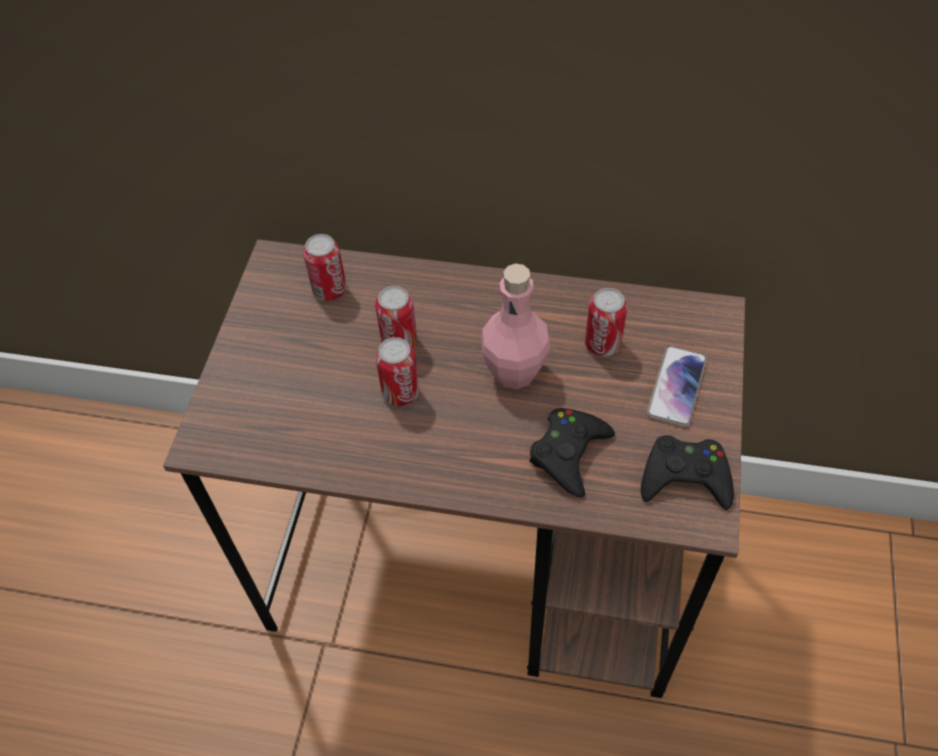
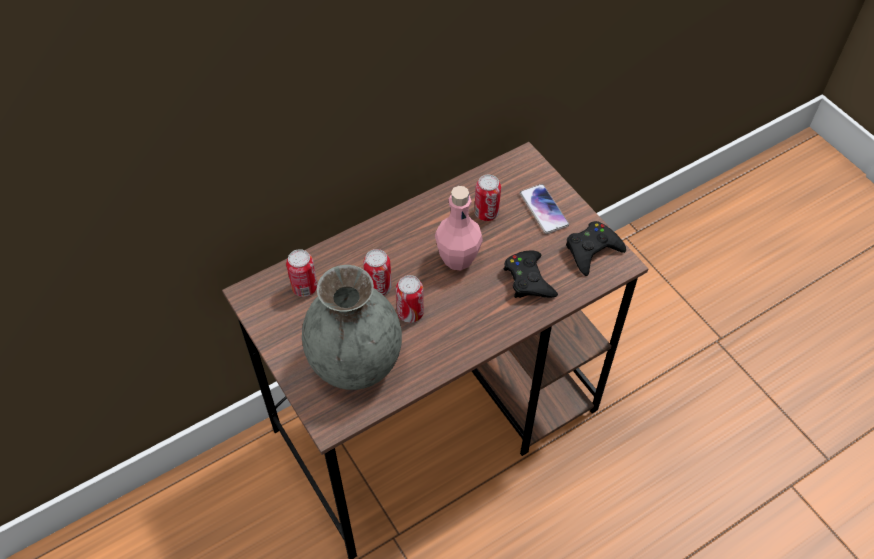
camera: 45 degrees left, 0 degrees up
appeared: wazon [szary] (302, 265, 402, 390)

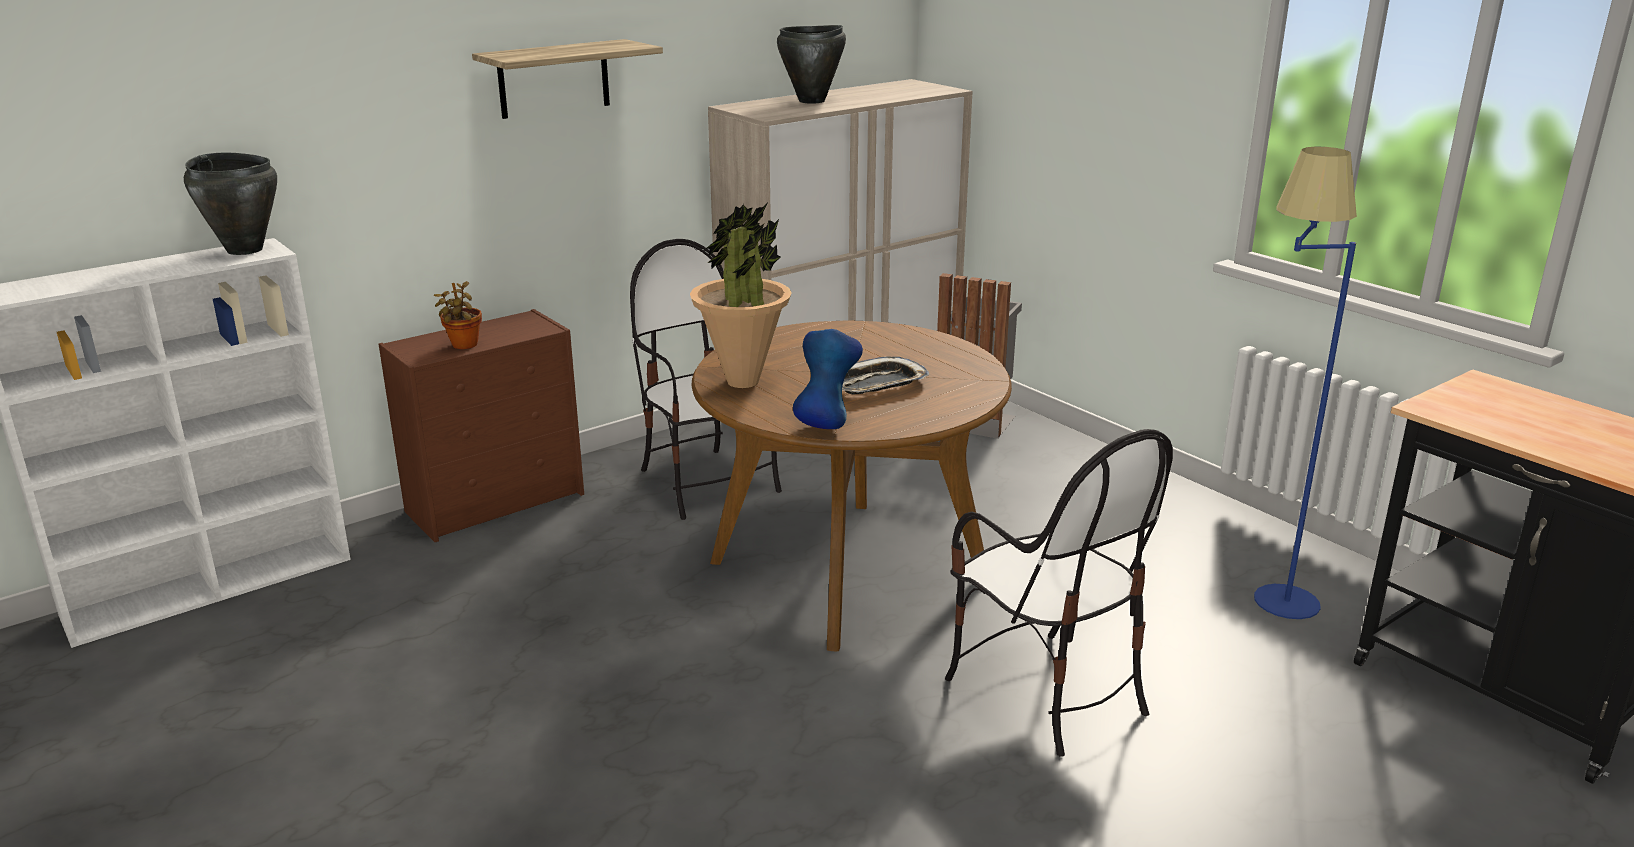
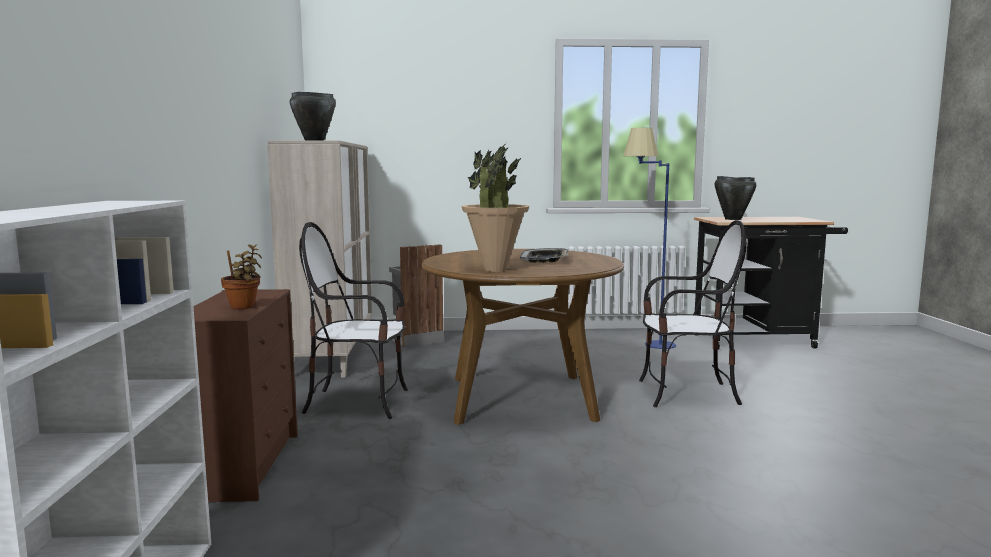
camera: 55 degrees left, 15 degrees down
missing: półka (472, 39, 663, 119); wazon [niebieski] (793, 329, 863, 429)
relocated: garnek [czarny] (184, 153, 277, 255) to (715, 176, 756, 220)

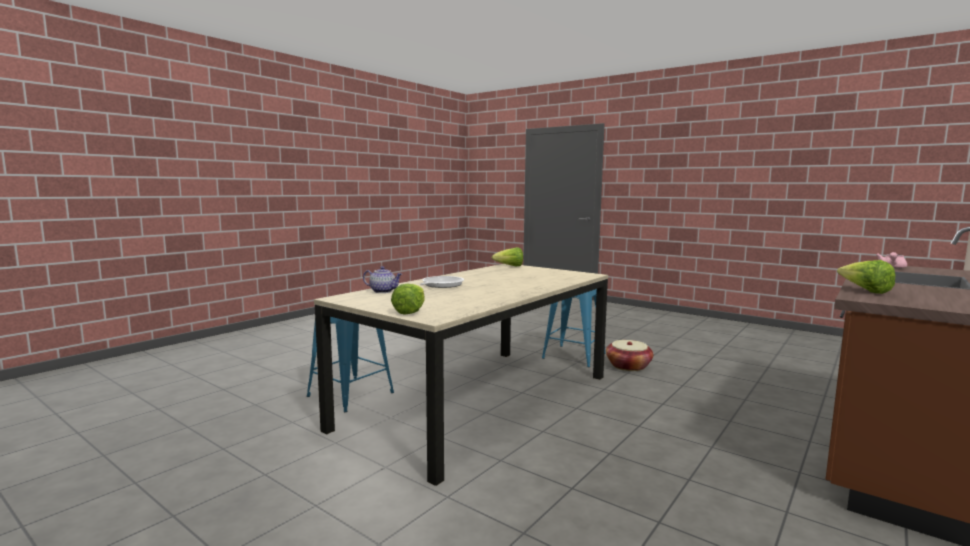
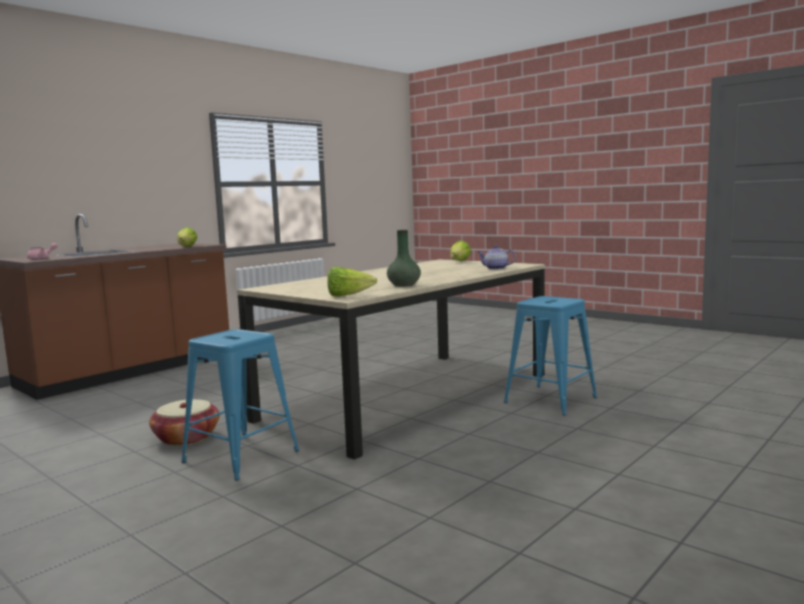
camera: 175 degrees left, 0 degrees up
missing: patelnia (420, 276, 464, 288)
appeared: wazon [zielony] (387, 230, 421, 287)

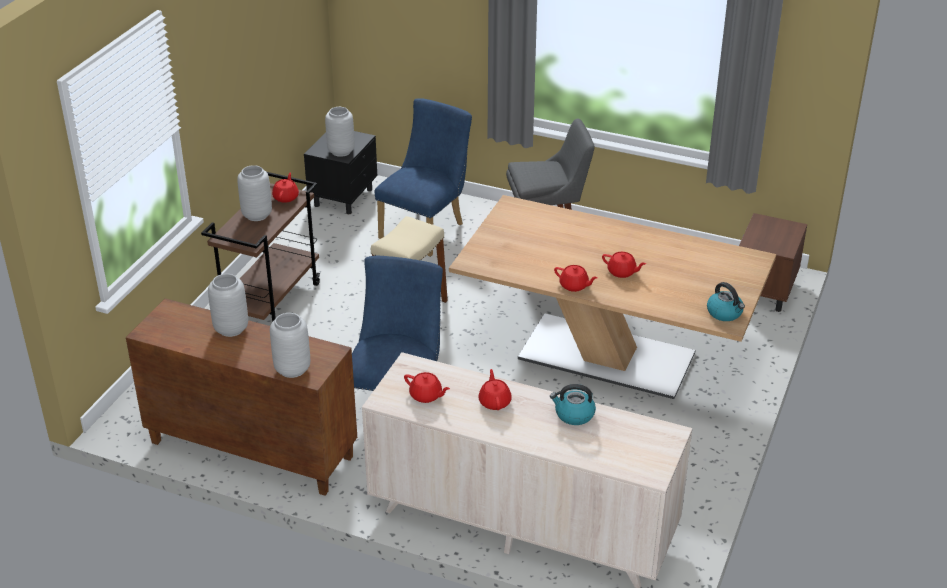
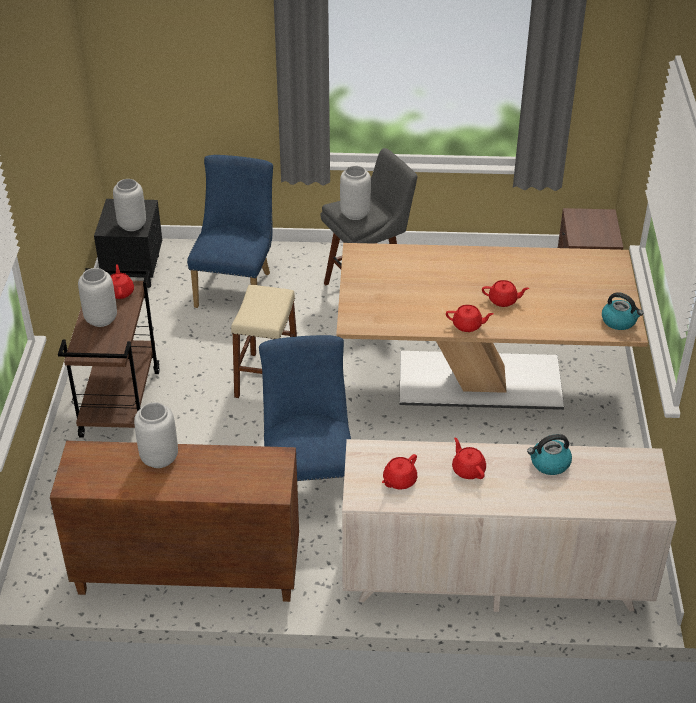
camera: 20 degrees left, 5 degrees up
relocated: wazon [szary] (270, 313, 310, 378) to (340, 166, 371, 220)
spun: imbryk [czerwony] (404, 372, 450, 403) = (382, 454, 417, 489) 120 degrees clockwise

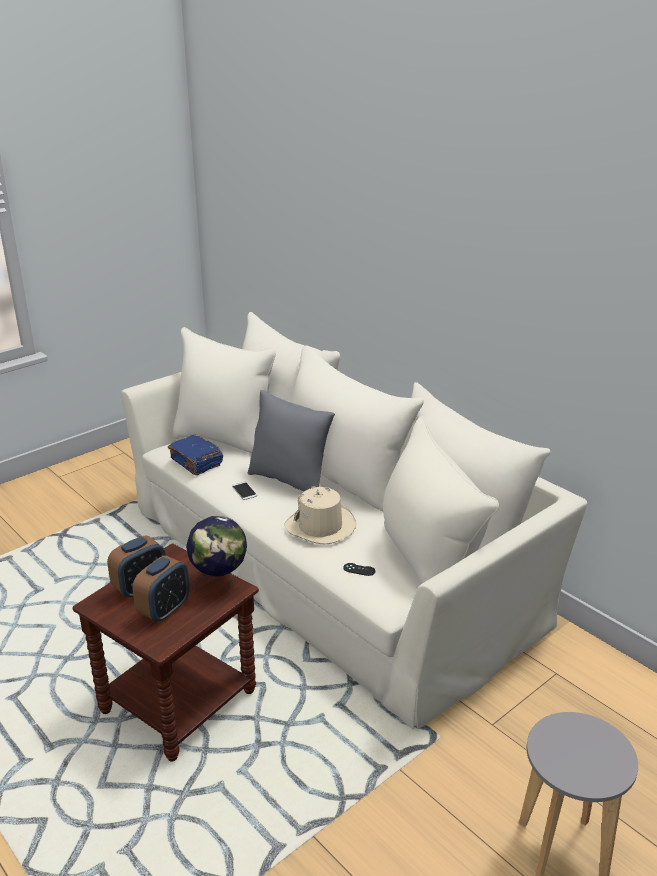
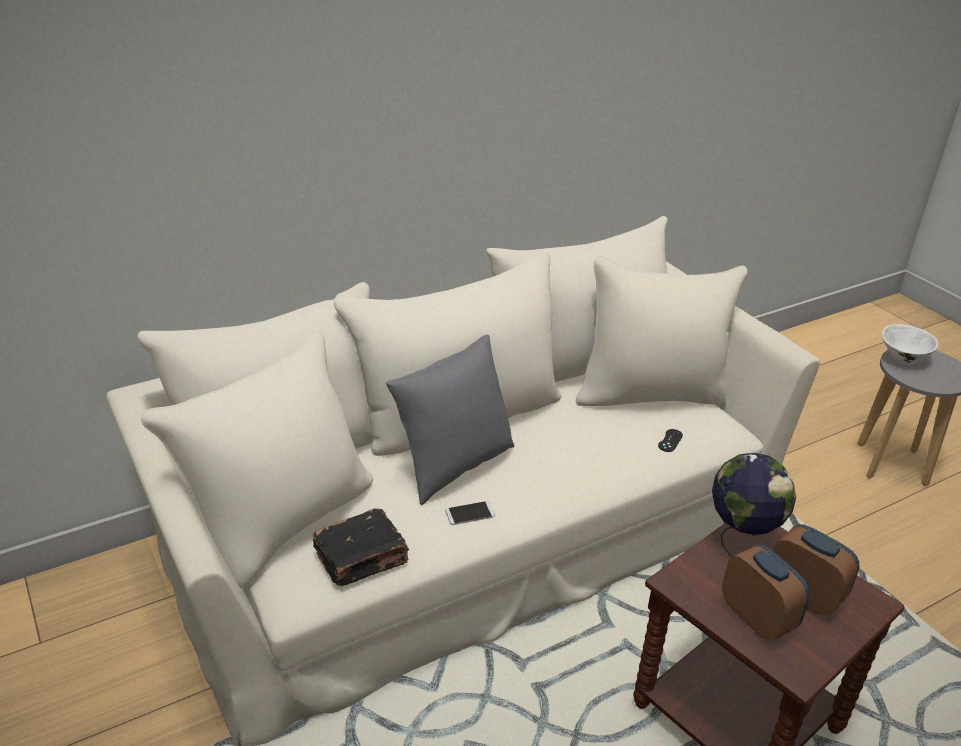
camera: 80 degrees left, 5 degrees up
missing: kapelusz [beżowy] (285, 486, 357, 544)
appeared: miska [biały] (882, 324, 938, 365)
colour: książka [niebieski] (168, 434, 223, 475) to książka [czarny] (312, 509, 410, 586)

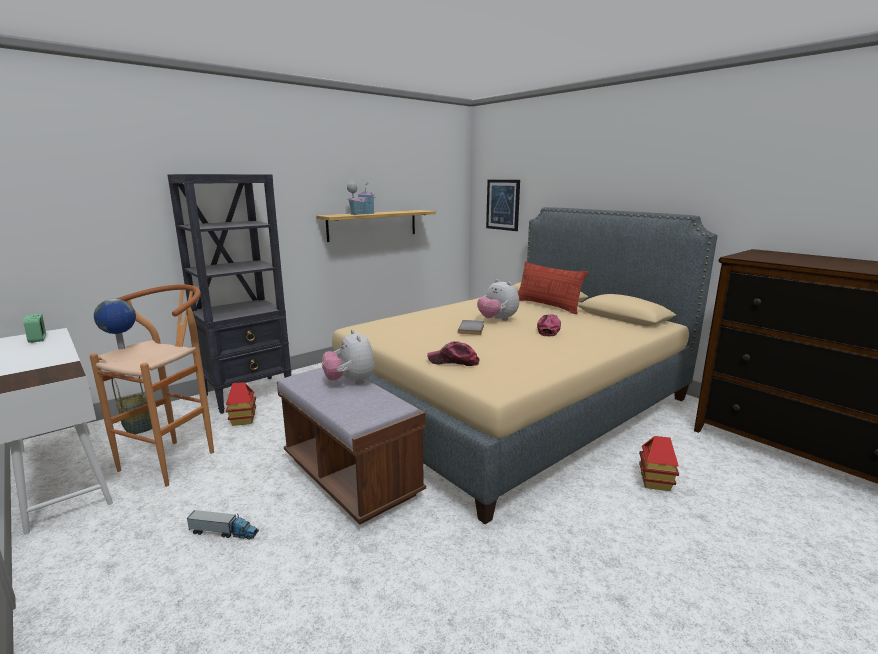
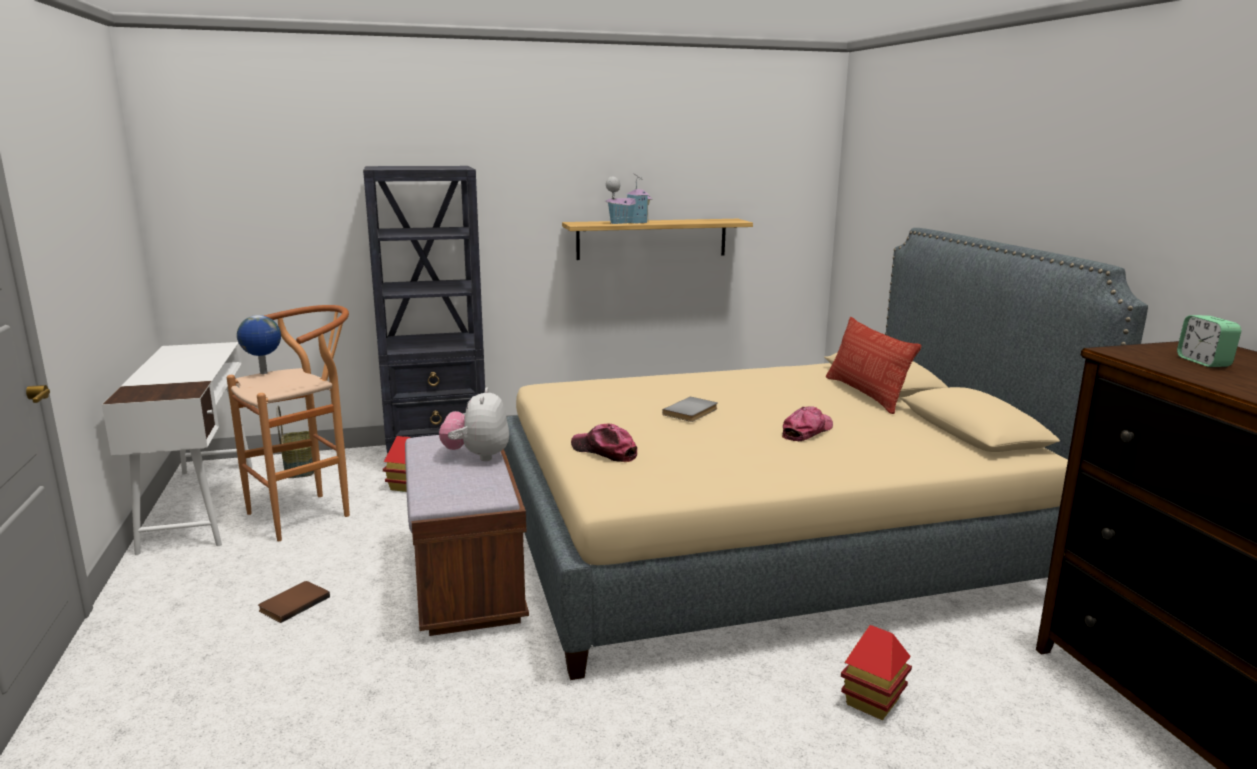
camera: 25 degrees right, 0 degrees up
missing: pluszak (477, 279, 519, 321); obraz (486, 180, 520, 231)
relocated: budzik (23, 314, 46, 343) to (1177, 315, 1241, 367)
exchanged: ciężarówka zabawkowa (186, 510, 259, 540) to książka [brązowy] (258, 581, 330, 623)

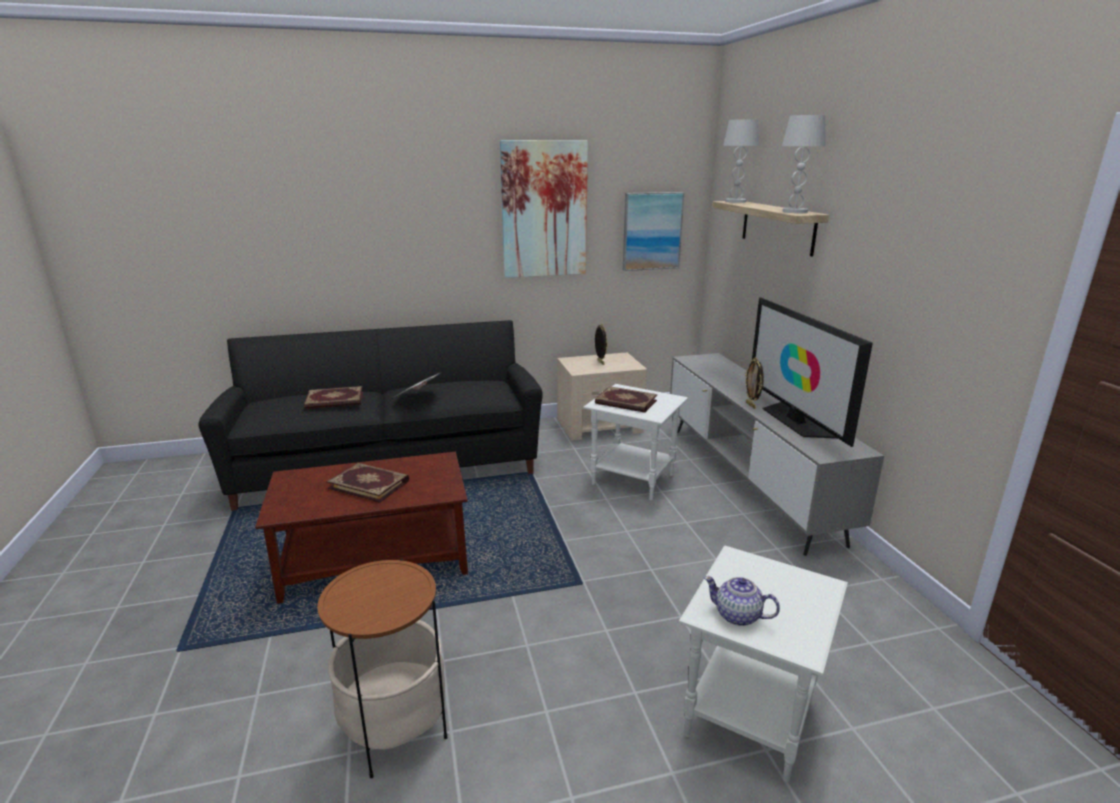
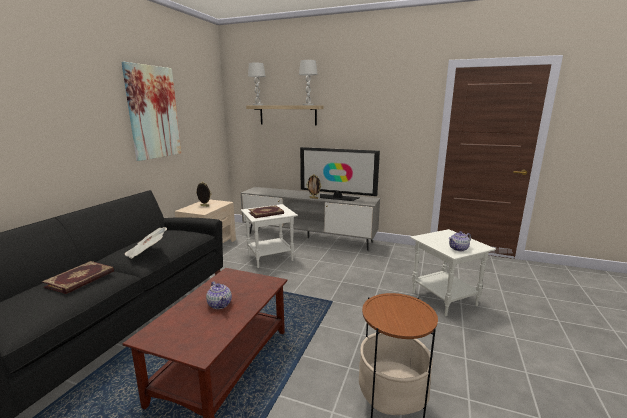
camera: 55 degrees left, 5 degrees down
missing: obraz (623, 192, 684, 271)
exchanged: książka (327, 463, 409, 503) to imbryk (206, 282, 232, 309)

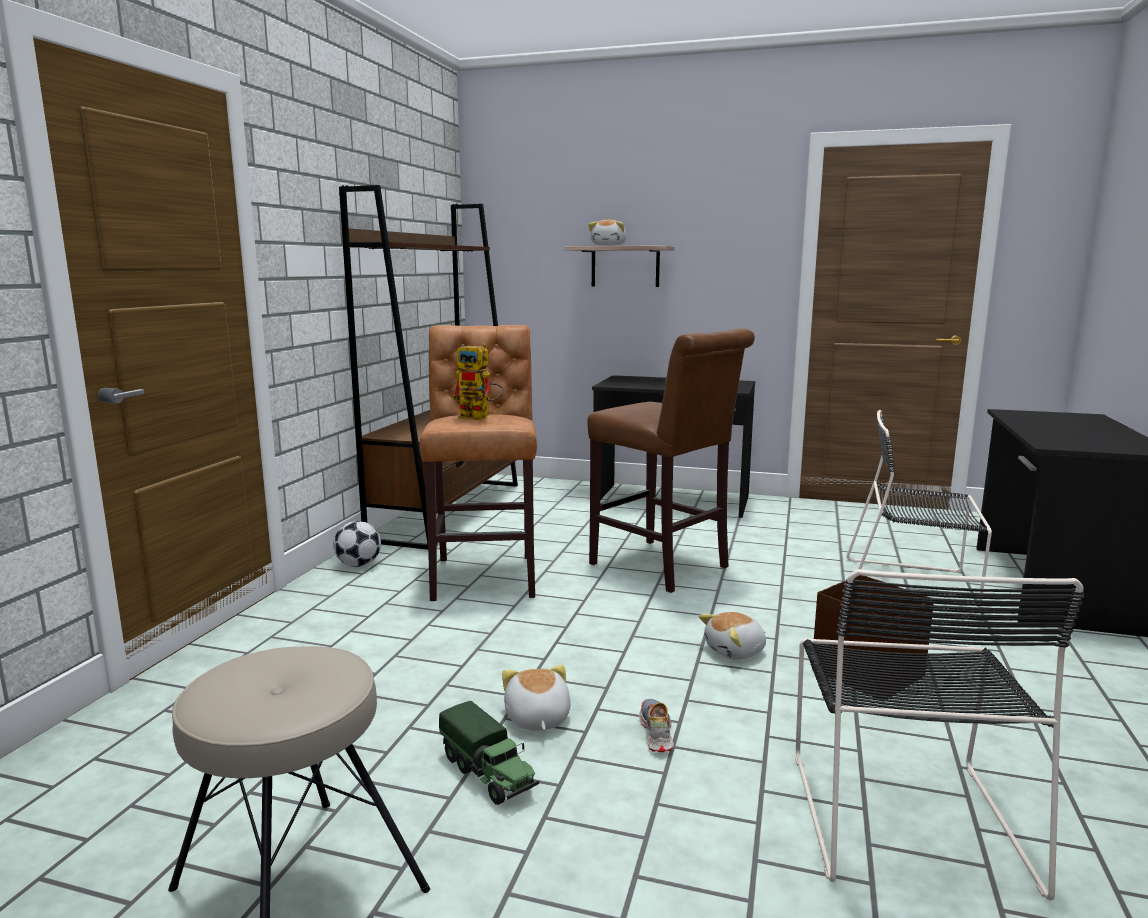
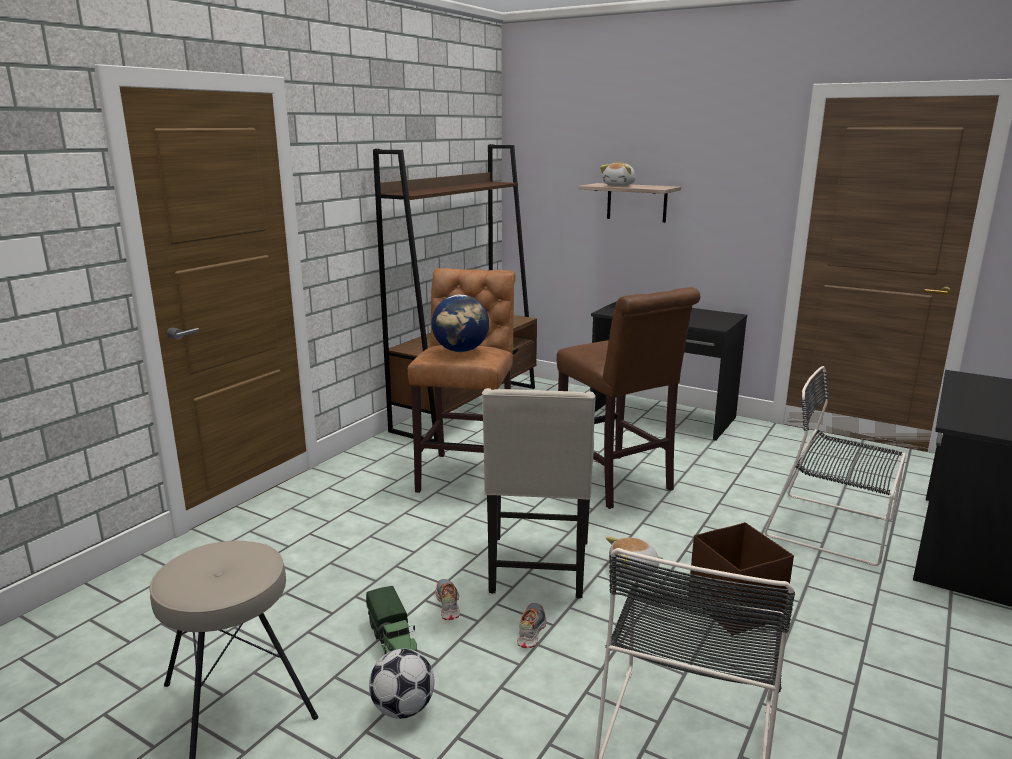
camera: 15 degrees right, 5 degrees up
appeared: krzesło [beżowy] (482, 388, 596, 599)
relocated: piłka futbolowa (333, 521, 381, 567) to (369, 649, 435, 719)
exchanged: robot zabawkowy (452, 343, 504, 420) to globus (432, 294, 489, 352); pluszak (502, 665, 571, 731) to but (435, 579, 460, 620)

